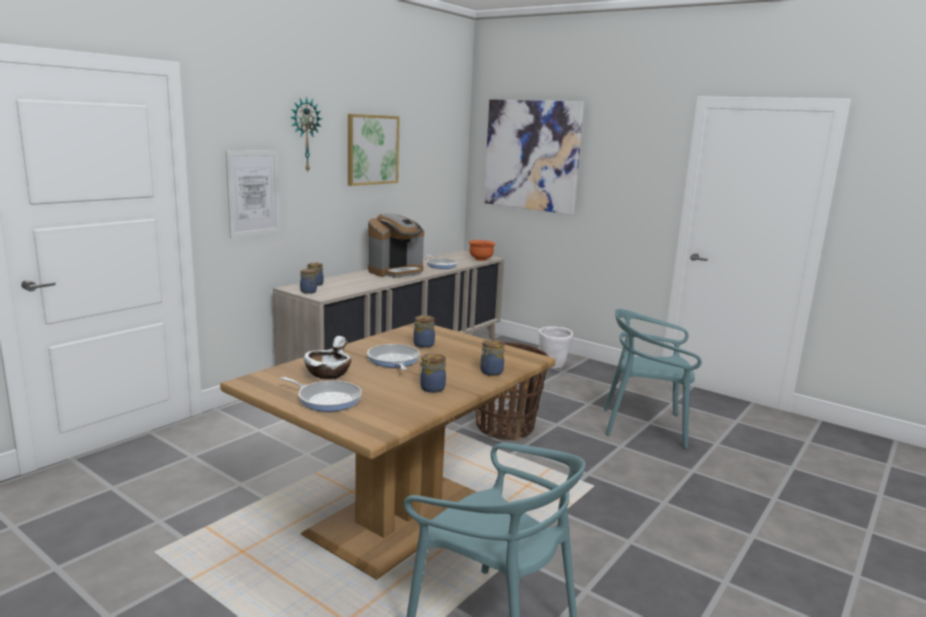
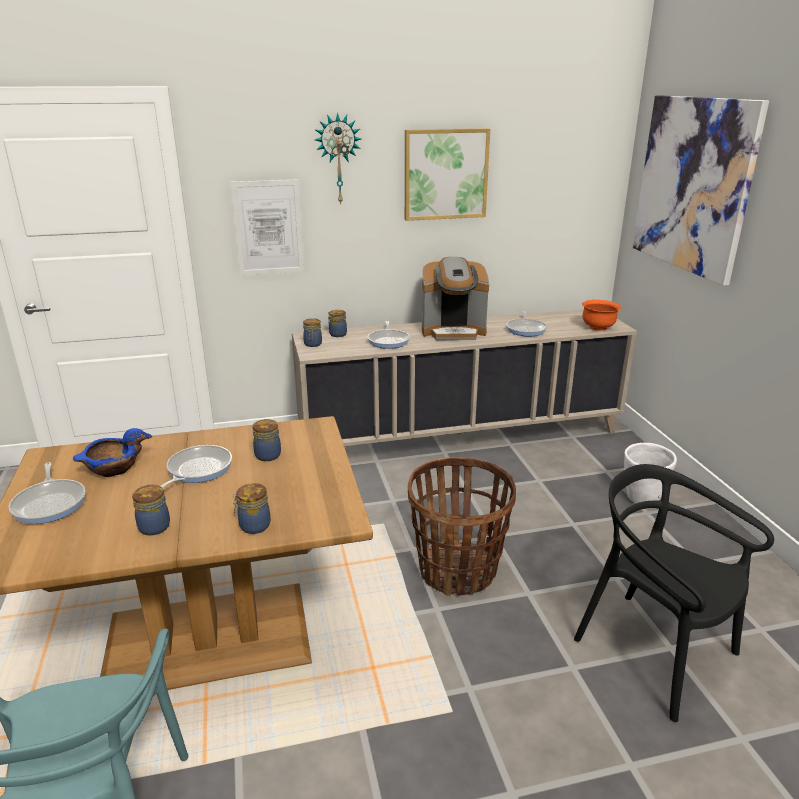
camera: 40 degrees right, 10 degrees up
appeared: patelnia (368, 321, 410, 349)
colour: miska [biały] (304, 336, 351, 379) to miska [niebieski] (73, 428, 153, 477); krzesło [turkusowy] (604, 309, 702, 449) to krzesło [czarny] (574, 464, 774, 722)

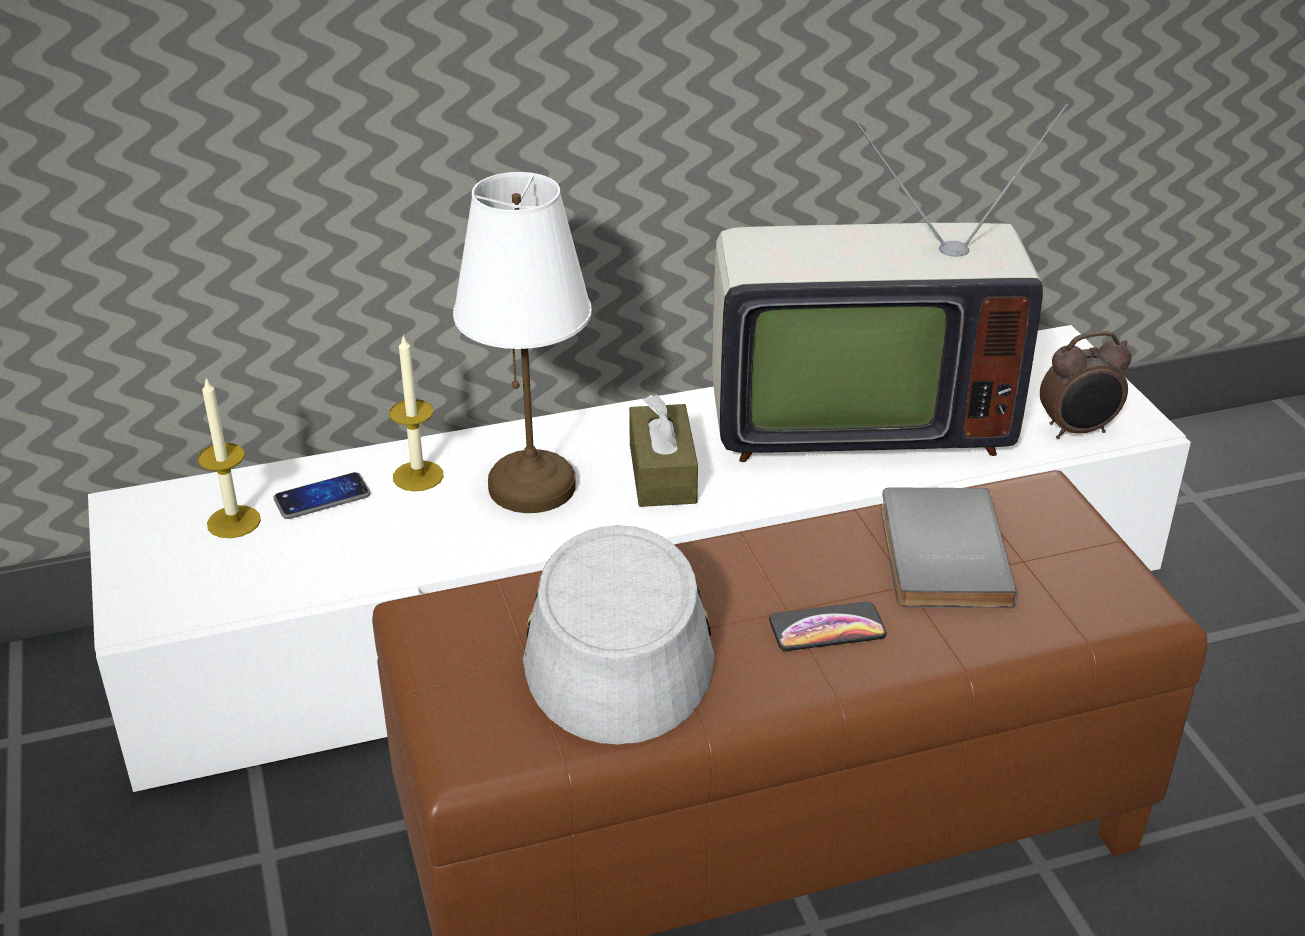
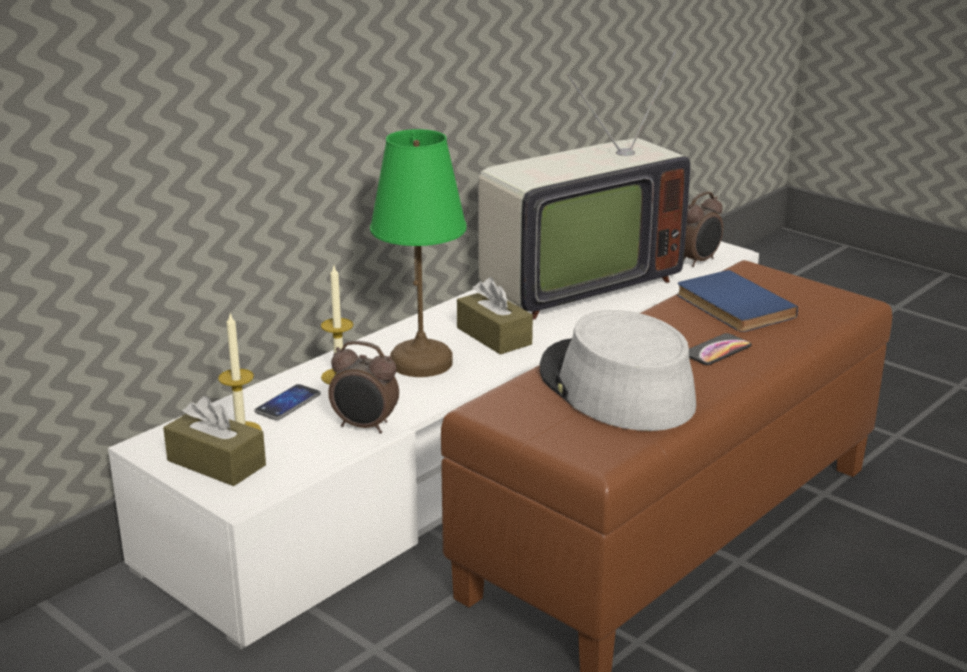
camera: 30 degrees left, 10 degrees down
appeared: pudełko chusteczek [brązowy] (163, 396, 266, 486); budzik (328, 341, 399, 434)
colour: lampa stołowa [biały] (453, 172, 592, 513) to lampa stołowa [zielony] (370, 129, 467, 377); książka [szary] (881, 488, 1017, 608) to książka [niebieski] (677, 270, 798, 332)

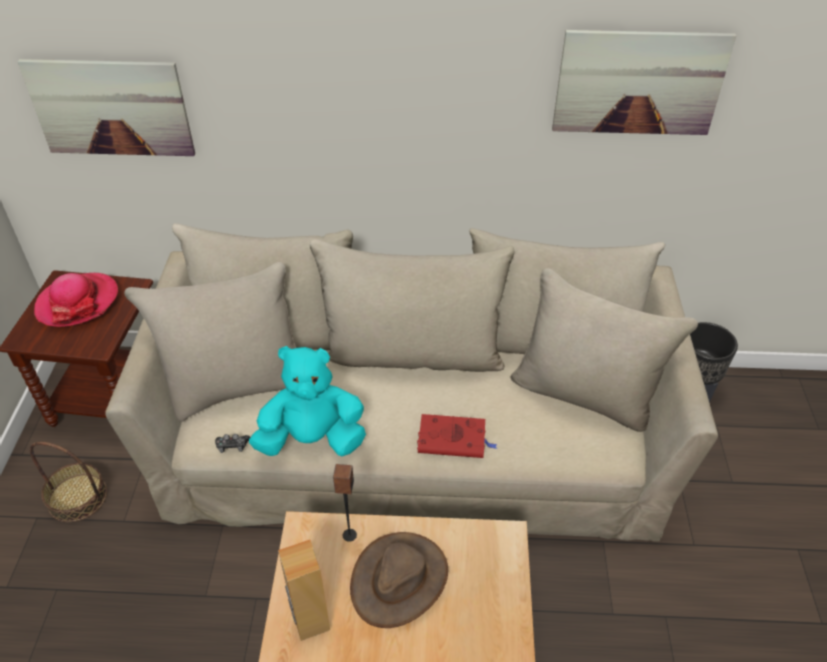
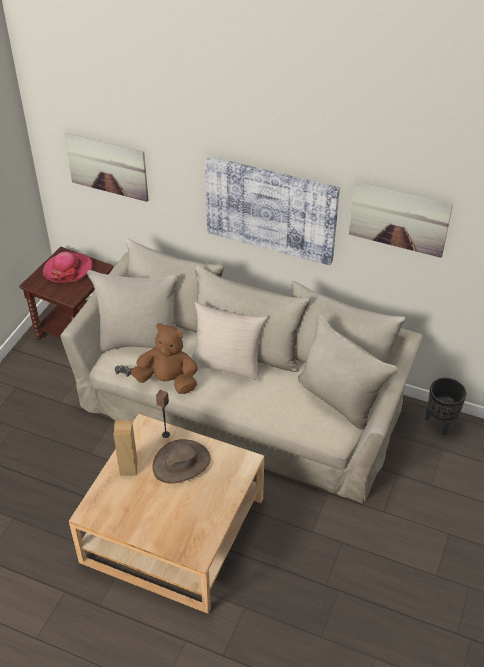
camera: 20 degrees right, 0 degrees up
missing: koszyk (30, 442, 107, 522); książka [czerwony] (417, 414, 497, 458)
appeared: poduszka [beżowy] (192, 302, 268, 382); obraz (205, 156, 340, 265)
colour: pluszak [turkusowy] (249, 346, 366, 456) to pluszak [brązowy] (131, 323, 198, 394)

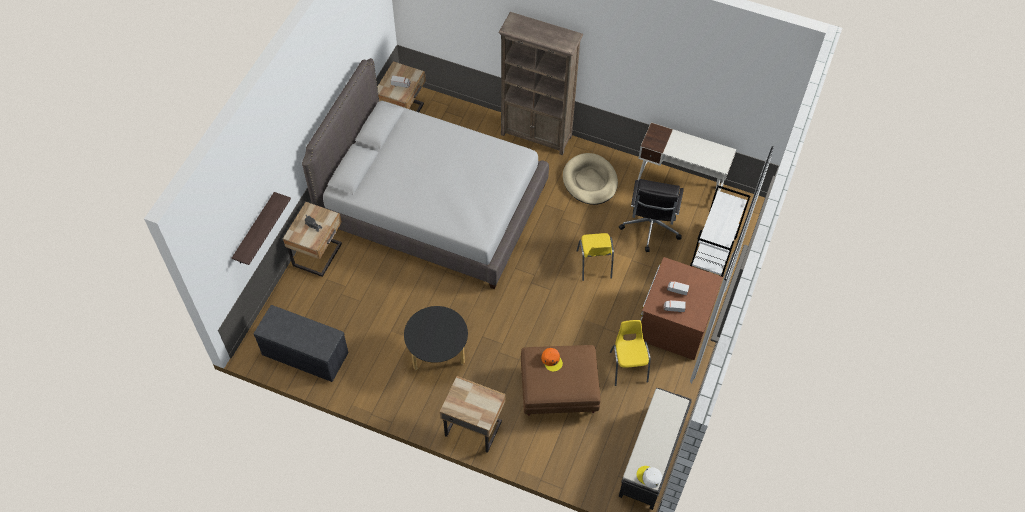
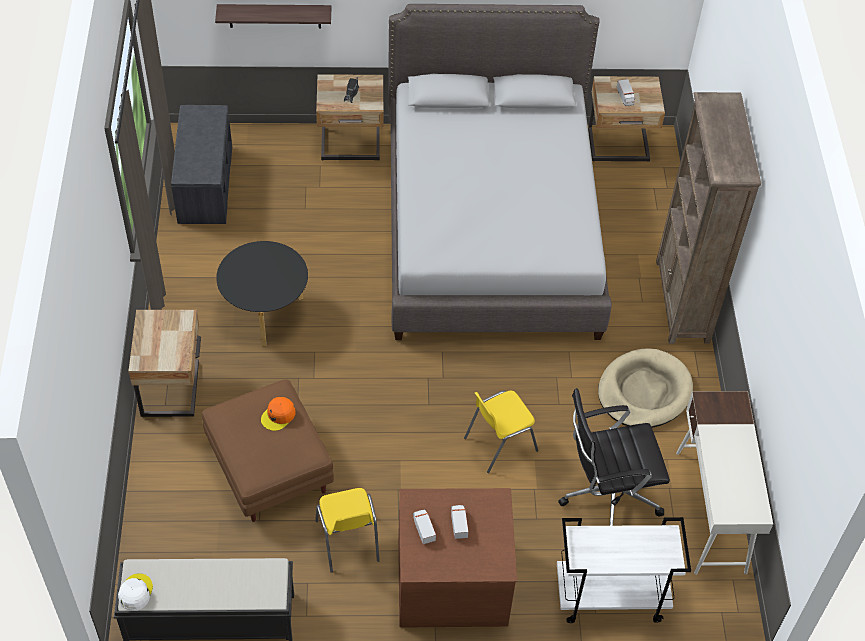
camera: 65 degrees right, 5 degrees down
spun: krzesło [żółty] (610, 320, 651, 386) = (315, 488, 380, 573) 105 degrees clockwise

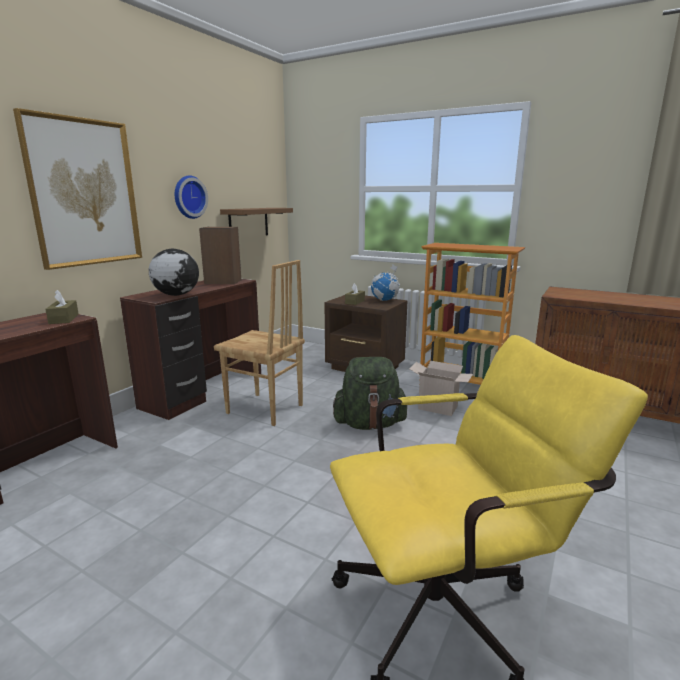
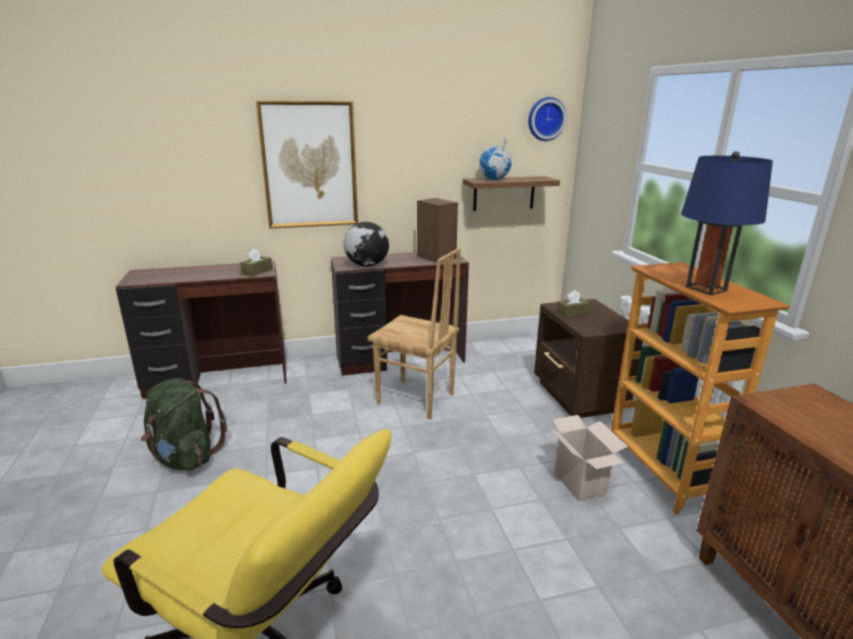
camera: 45 degrees right, 5 degrees up
appeared: lampa stołowa [niebieski] (681, 151, 773, 295)
relocated: zegar ścienny (175, 175, 208, 219) to (528, 97, 566, 141); plecak [zielony] (333, 357, 407, 430) to (141, 378, 227, 471); globus (371, 264, 400, 301) to (479, 137, 513, 180)
spun: krzesło [brązowy] (214, 260, 305, 426) = (368, 248, 461, 419) 45 degrees counterclockwise

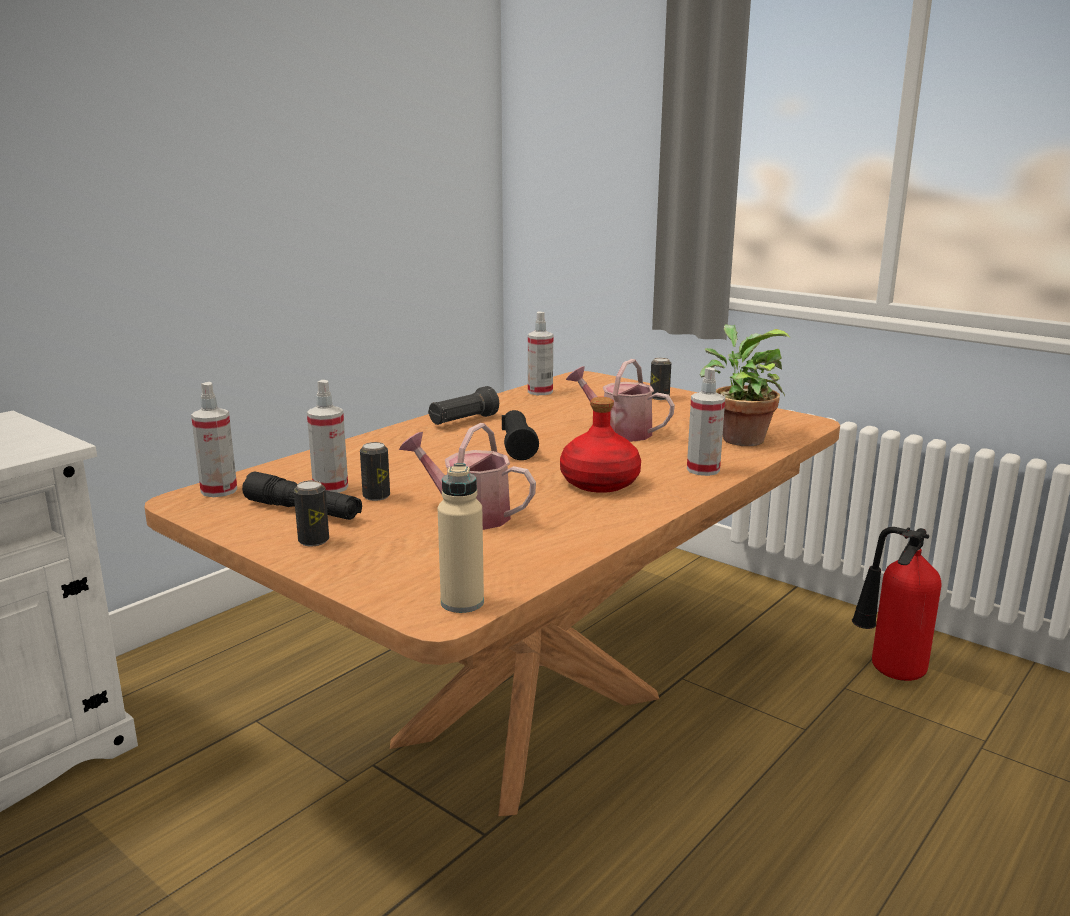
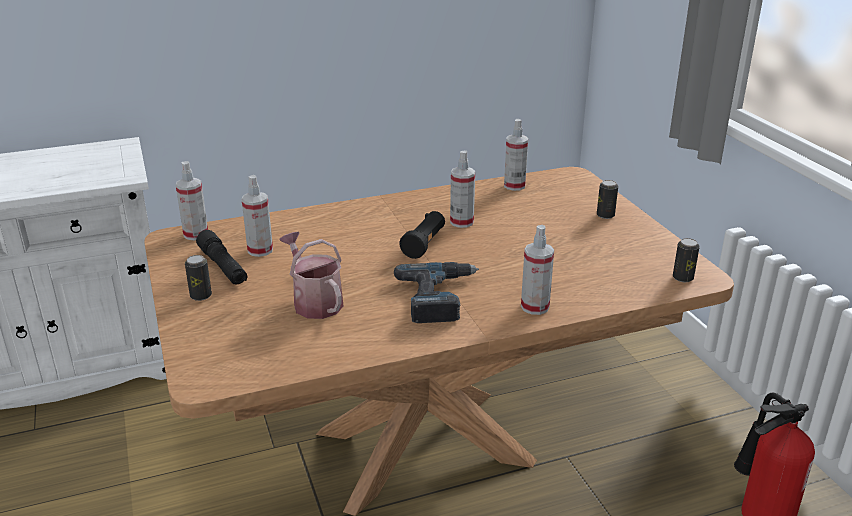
camera: 30 degrees right, 10 degrees up
missing: latarka [czarny] (428, 386, 499, 425); butelka [beżowy] (438, 463, 484, 613); konewka (566, 359, 675, 442); roślina doniczkowa (700, 324, 790, 446)
appeared: spryskiwacz (450, 151, 475, 228)
relocated: puszka (360, 442, 390, 501) to (673, 238, 700, 282)
exchanged: butelka [czerwony] (560, 397, 641, 493) to wiertarka (394, 262, 479, 323)

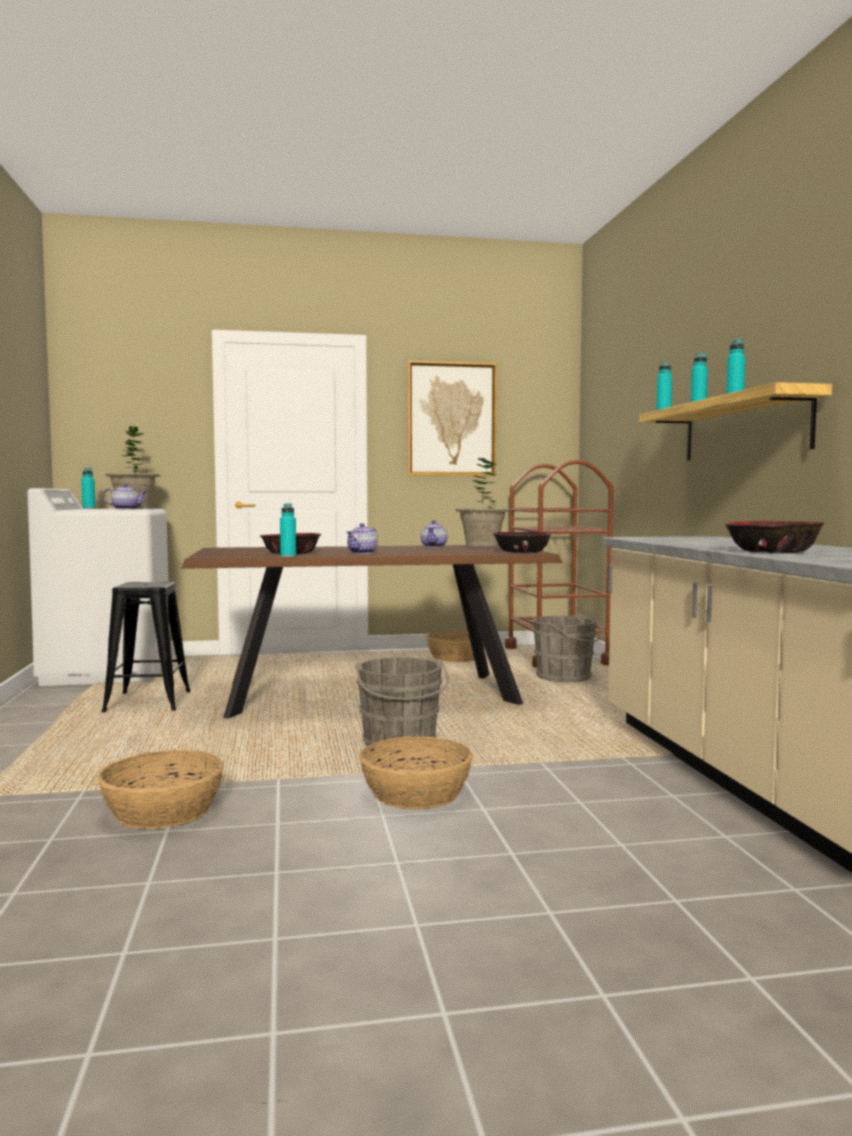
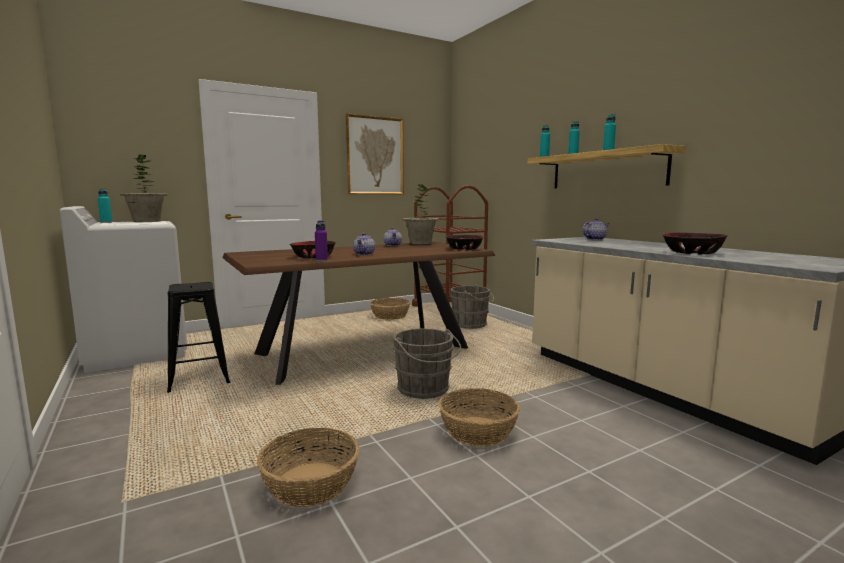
camera: 20 degrees left, 5 degrees up
relocated: imbryk (103, 484, 147, 509) to (582, 218, 609, 240)
colour: butelka [turkusowy] (280, 503, 296, 557) to butelka [fioletowy] (315, 221, 328, 262)

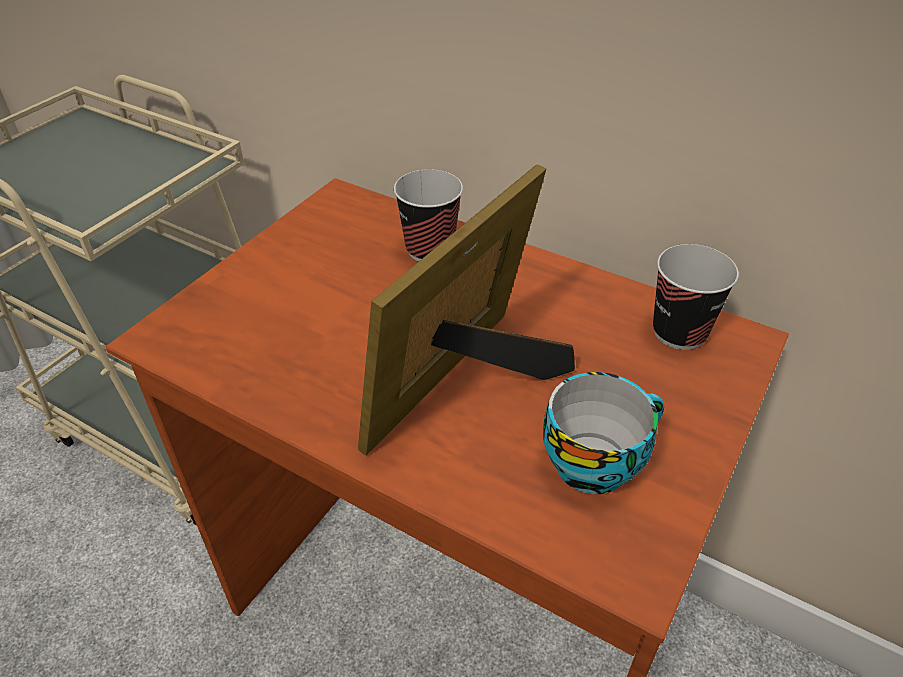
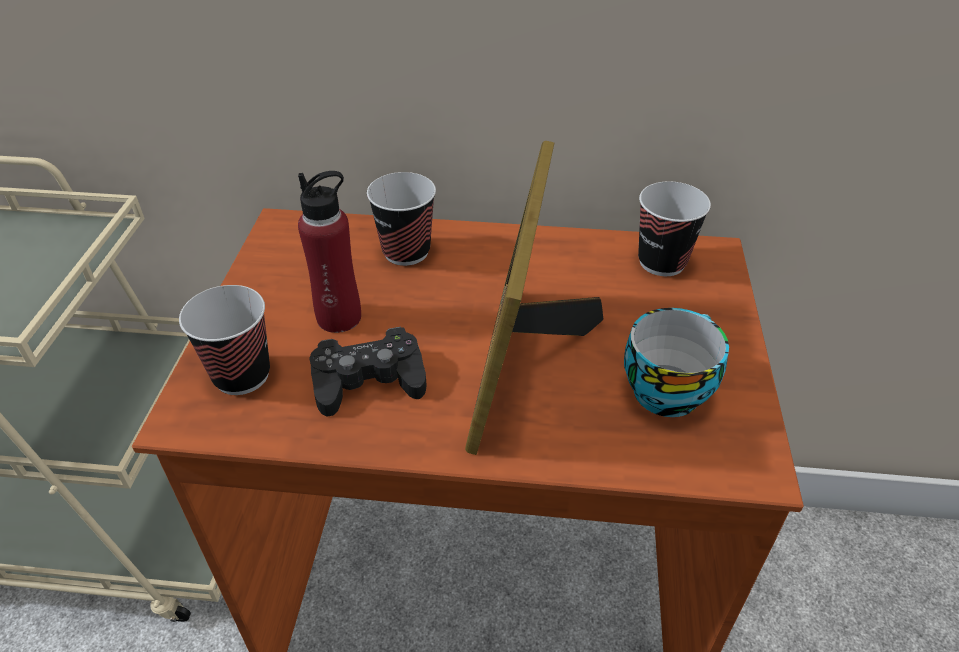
camera: 25 degrees left, 0 degrees up
appeared: filiżanka (179, 285, 270, 395); butelka [czerwony] (298, 171, 361, 333); pad do gier [czarny] (310, 327, 427, 417)

